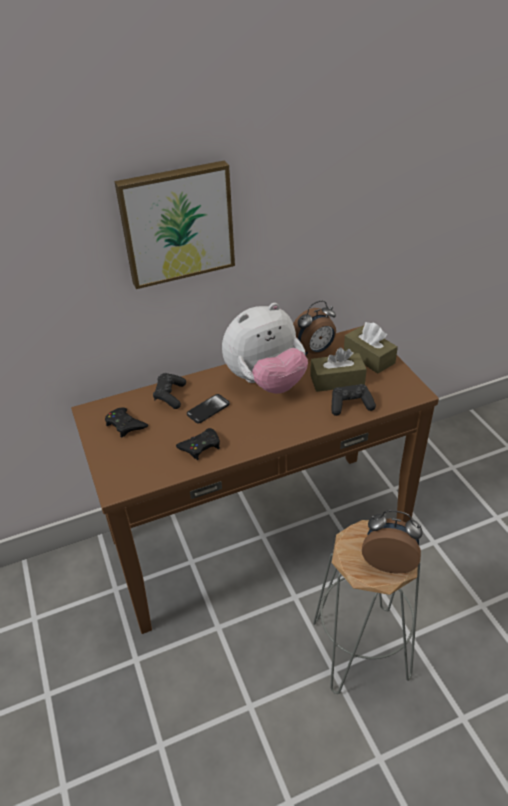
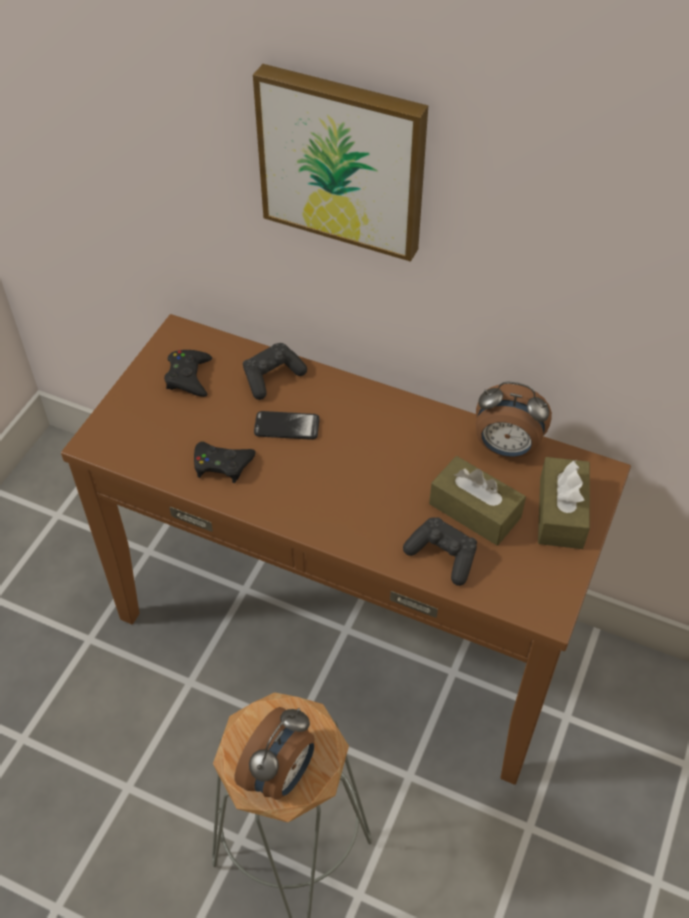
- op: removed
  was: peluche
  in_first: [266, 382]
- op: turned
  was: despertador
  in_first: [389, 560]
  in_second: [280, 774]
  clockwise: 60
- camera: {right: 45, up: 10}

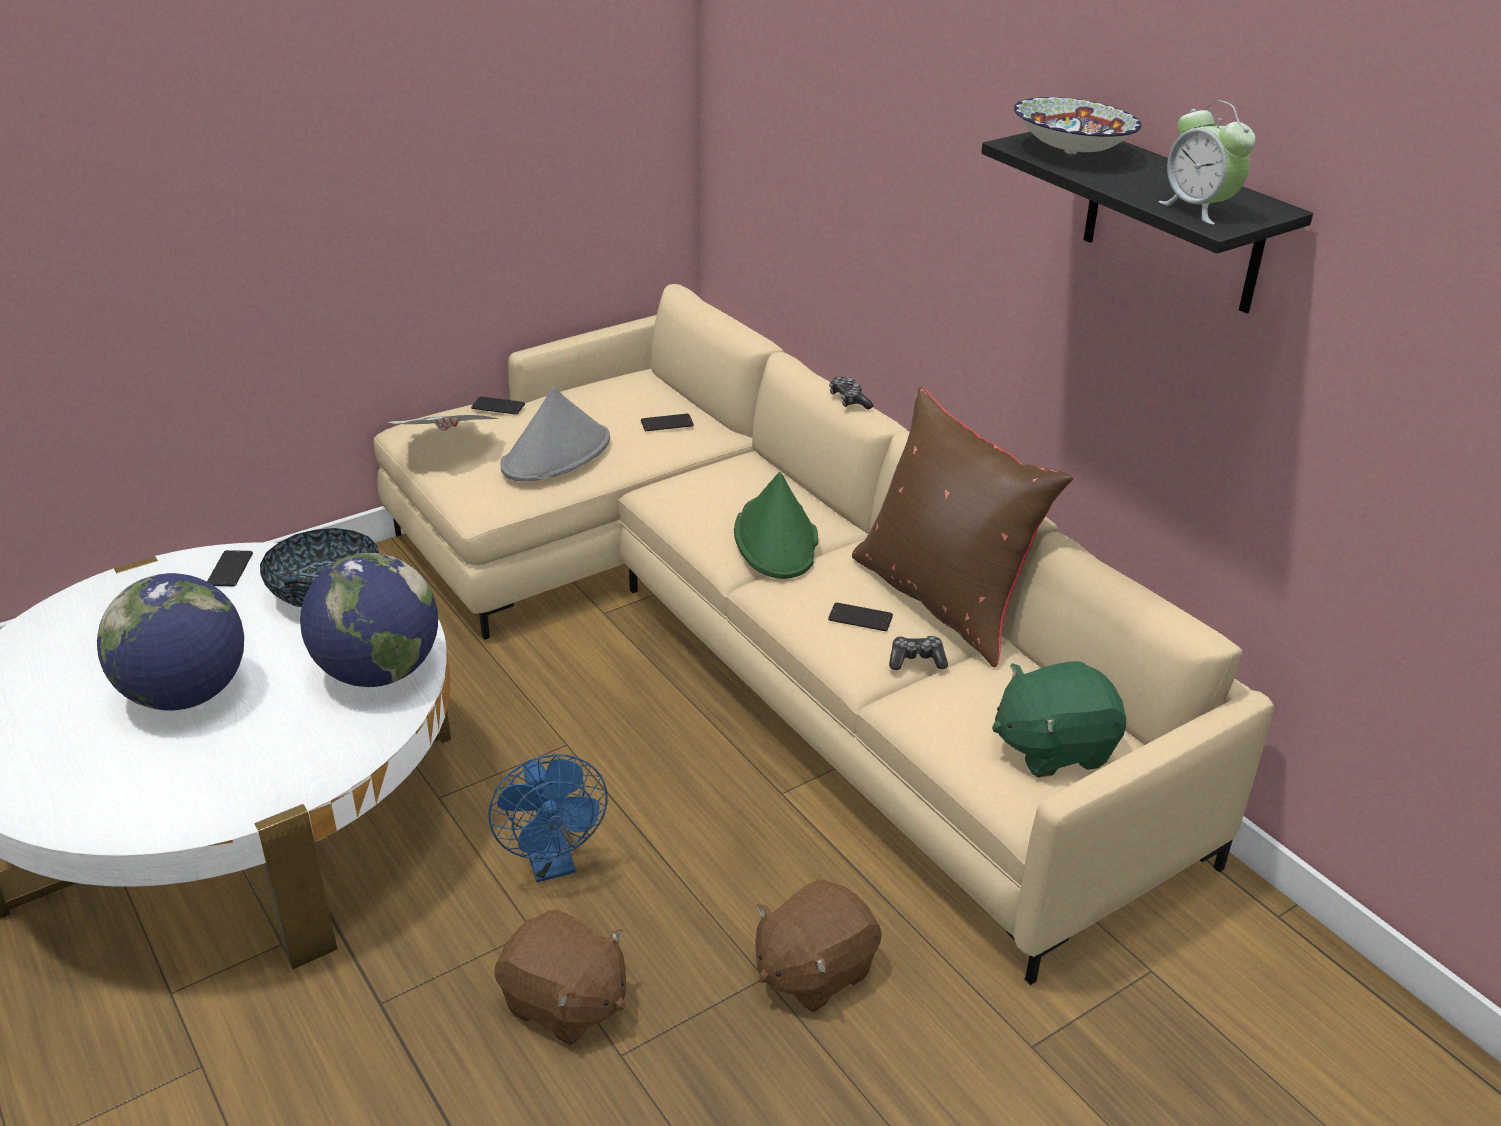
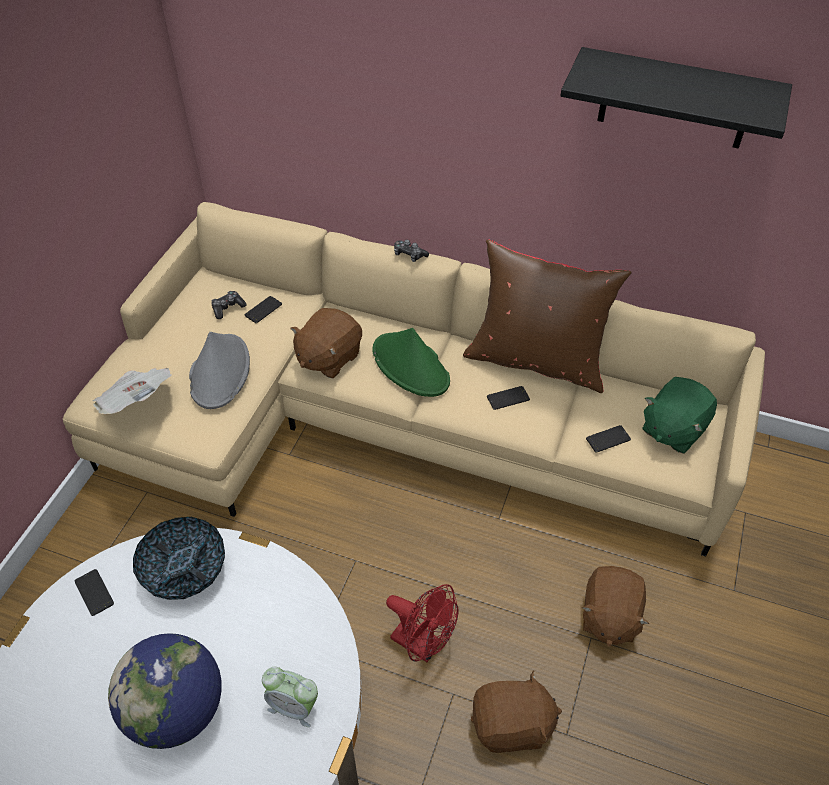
- op: removed
  was: globo terráqueo
  in_first: [378, 672]
- op: moved
  was: móvil
  in_first: [498, 406]
  in_second: [608, 439]
- op: recoloured
  was: ventilador [azul]
  now: ventilador [rojo]
  in_first: [552, 863]
  in_second: [423, 644]
- op: moved
  was: mando de consola
  in_first: [916, 660]
  in_second: [227, 308]
- op: removed
  was: cuenco
  in_first: [1070, 152]
- op: moved
  was: despertador
  in_first: [1198, 209]
  in_second: [294, 706]
- op: added
  now: peluche [marrón]
  in_second: [328, 357]
- camera: {right: -35, up: 15}

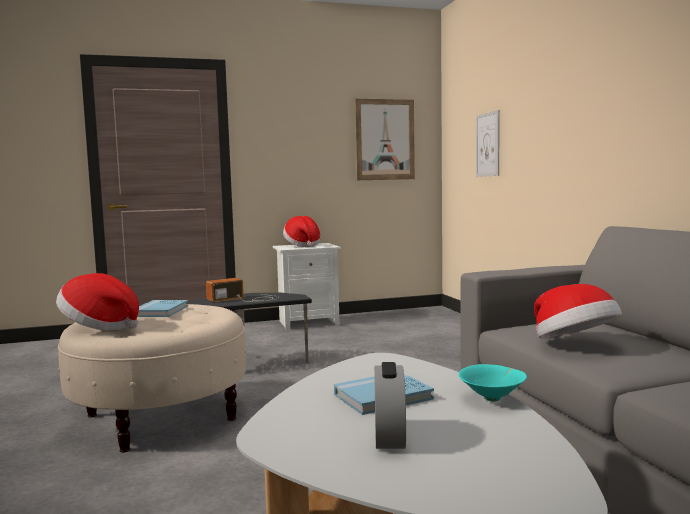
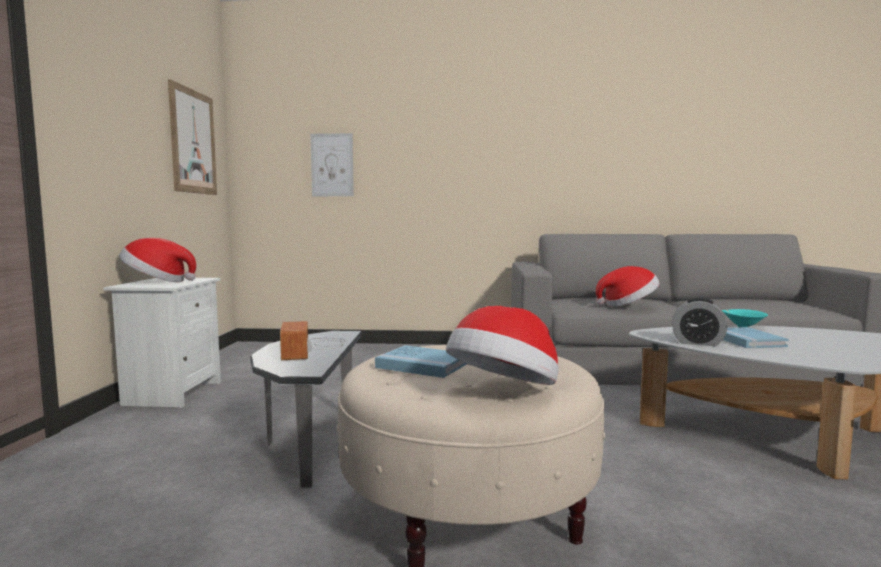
- op: moved
  was: despertador
  in_first: [389, 437]
  in_second: [697, 343]
- camera: {right: -70, up: 0}

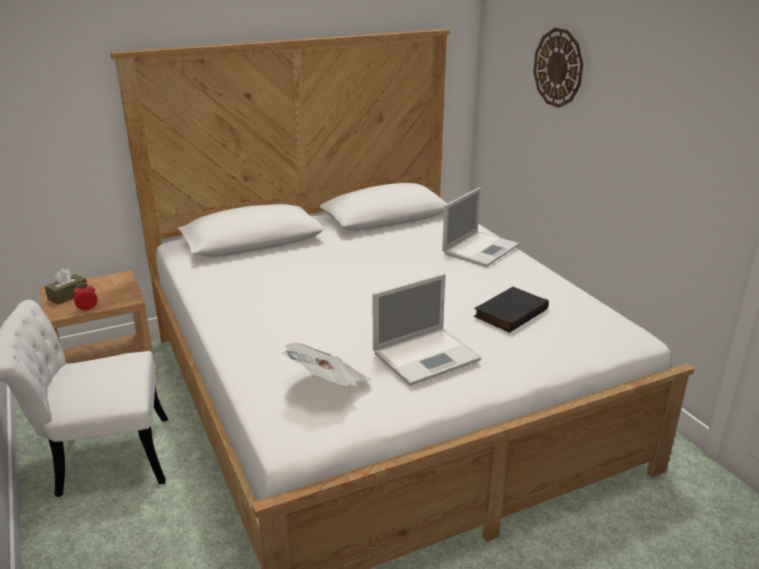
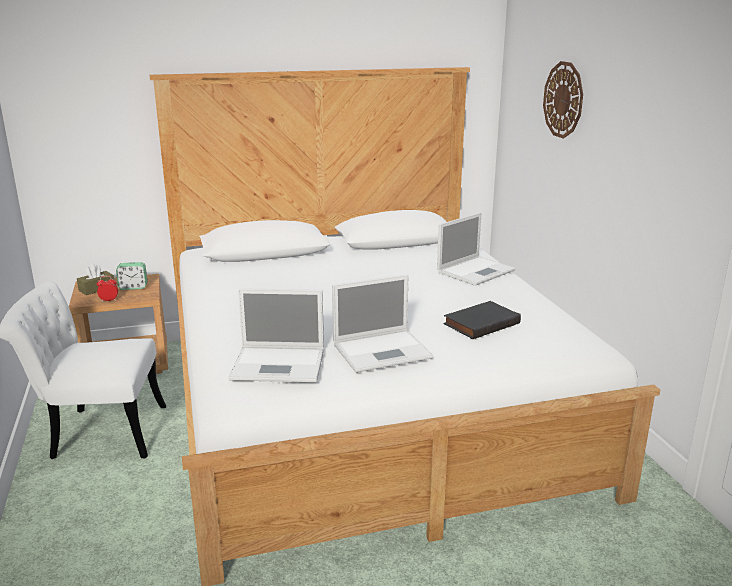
- op: replaced
  was: periódico
  now: portátil
  in_first: [328, 384]
  in_second: [280, 364]
- op: added
  now: despertador
  in_second: [133, 287]
- camera: {right: 10, up: -5}

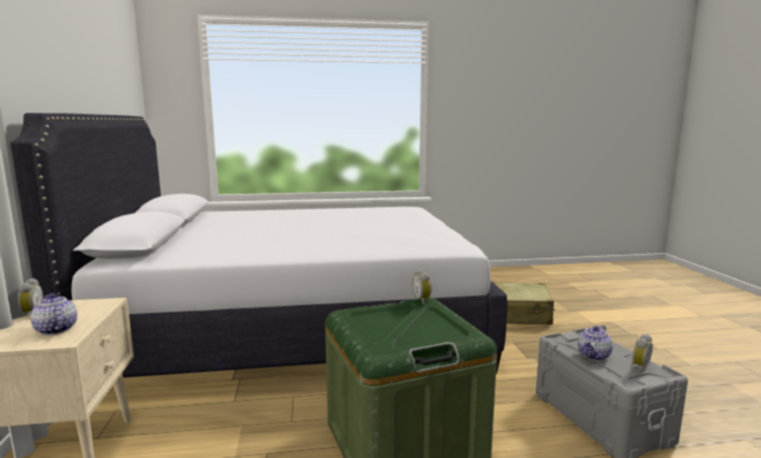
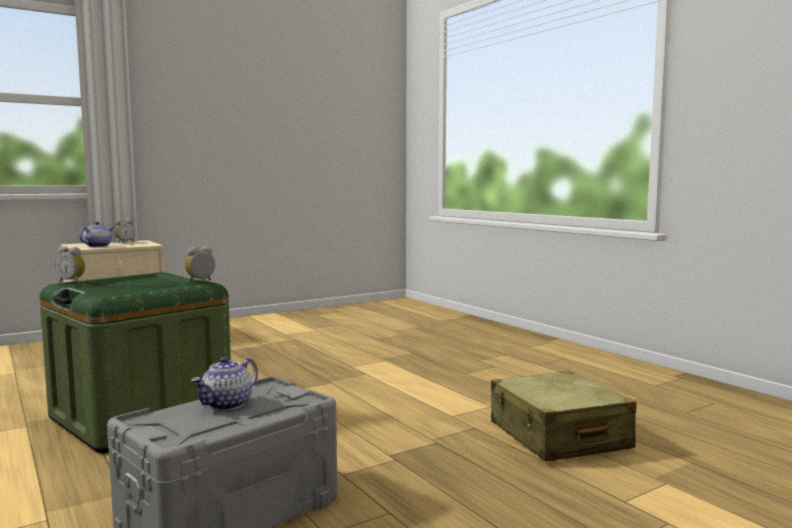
- op: removed
  was: cama [blanco]
  in_first: [296, 328]
- op: turned
  was: tetera
  in_first: [594, 355]
  in_second: [227, 404]
  clockwise: -75
- op: moved
  was: despertador
  in_first: [638, 366]
  in_second: [72, 282]
- camera: {right: 65, up: -5}

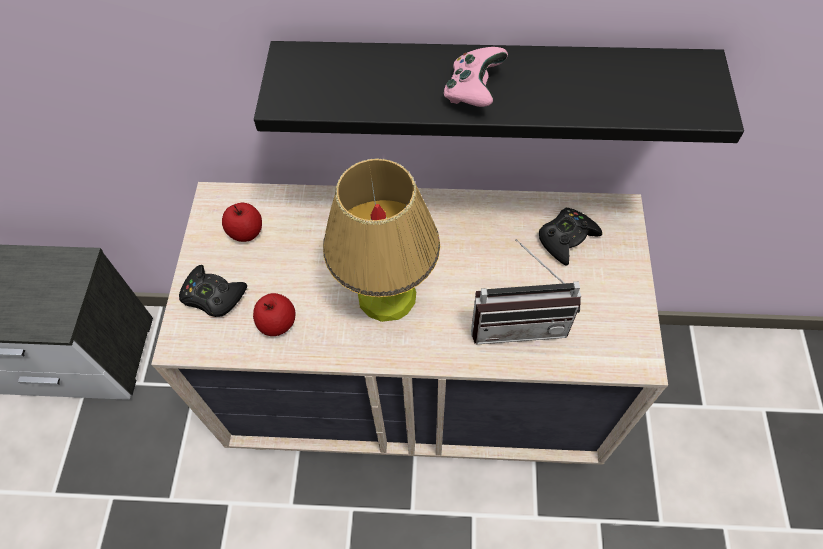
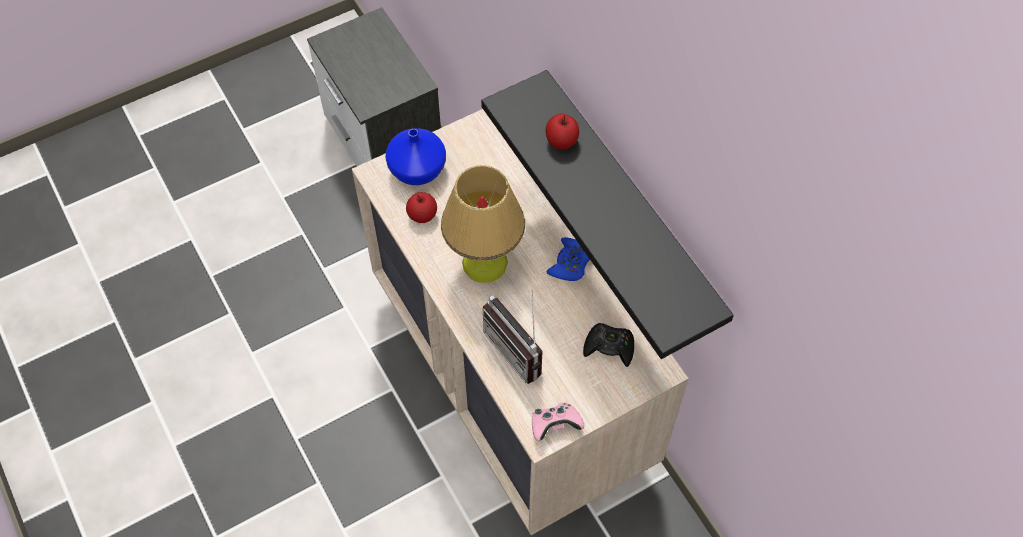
- op: replaced
  was: mando de consola [negro]
  now: florero [azul]
  in_first: [213, 296]
  in_second: [416, 169]
- op: moved
  was: manzana
  in_first: [246, 232]
  in_second: [561, 141]
- op: moved
  was: mando de consola [rosa]
  in_first: [473, 91]
  in_second: [555, 425]
- op: added
  now: mando de consola [azul]
  in_second: [570, 263]
- camera: {right: 55, up: 0}

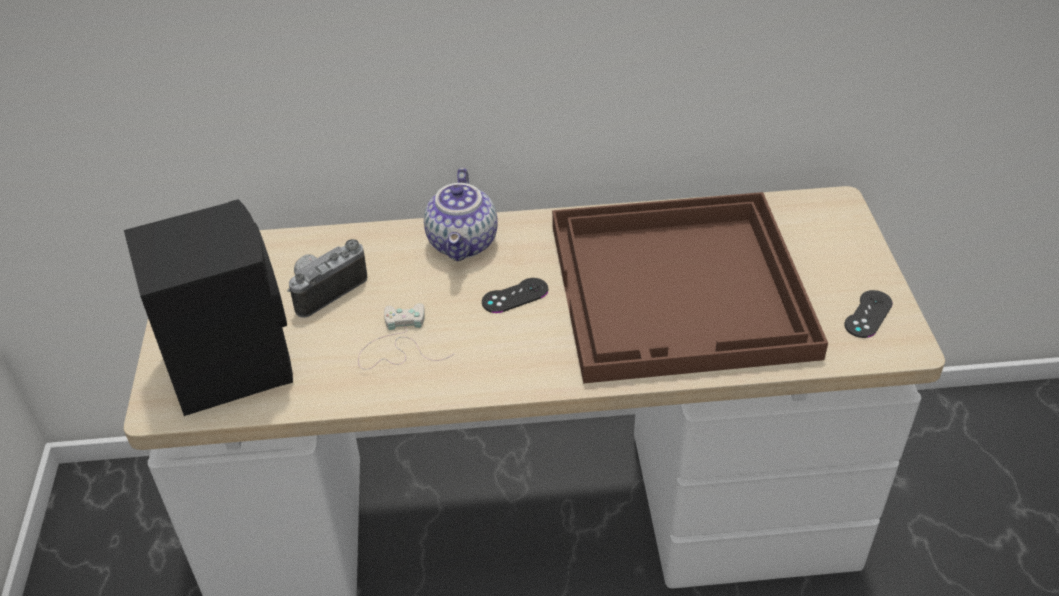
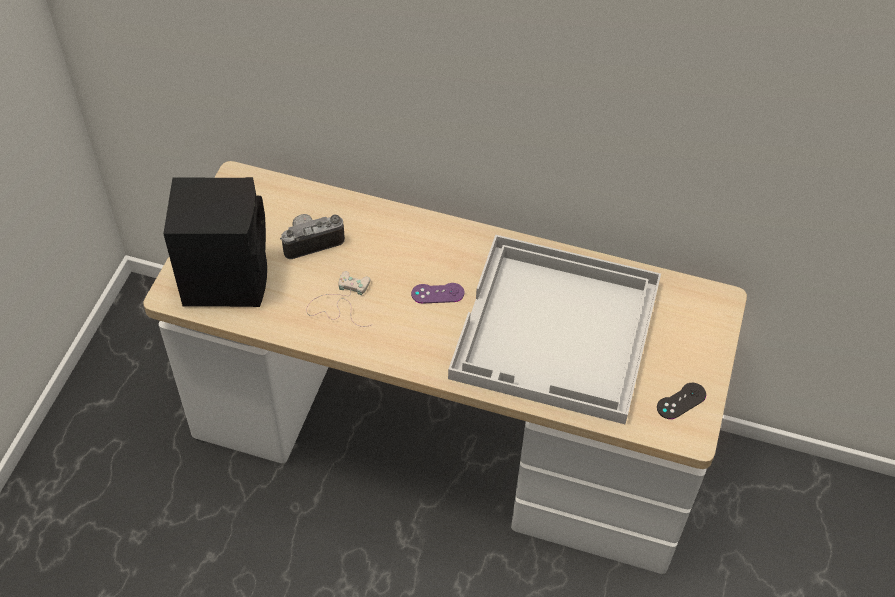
- op: removed
  was: tetera
  in_first: [464, 243]
- op: recoloured
  was: mando de consola [negro]
  now: mando de consola [morado]
  in_first: [515, 296]
  in_second: [437, 293]
- op: recoloured
  was: bandeja [marrón]
  now: bandeja [blanco]
  in_first: [682, 290]
  in_second: [557, 332]
- camera: {right: 20, up: 10}

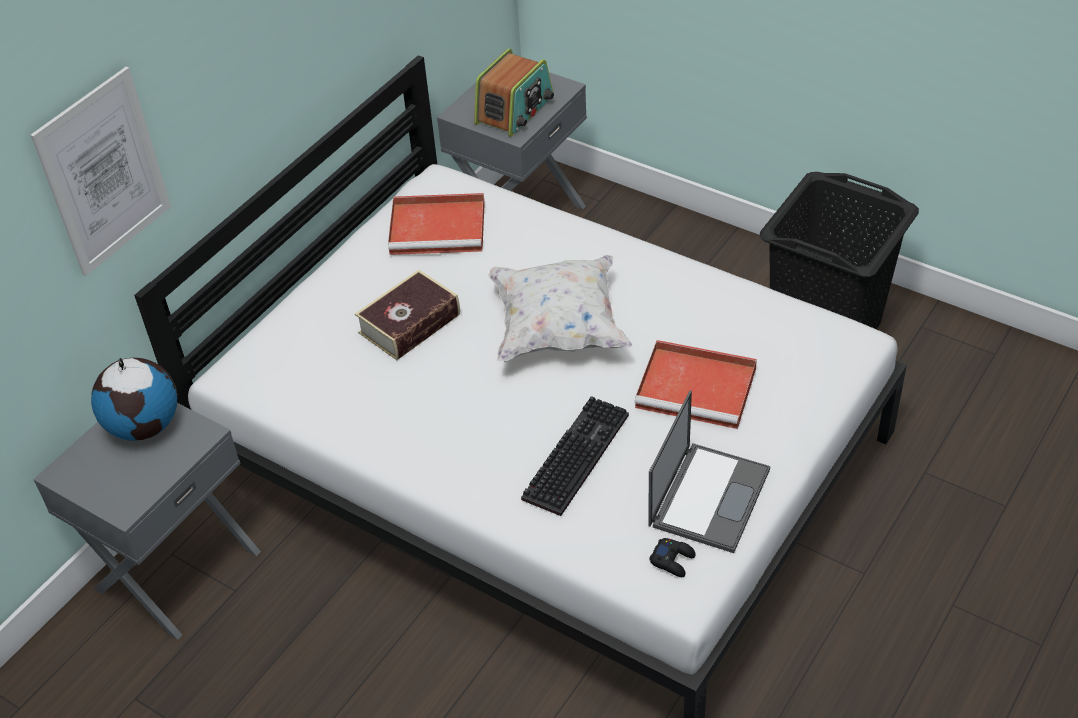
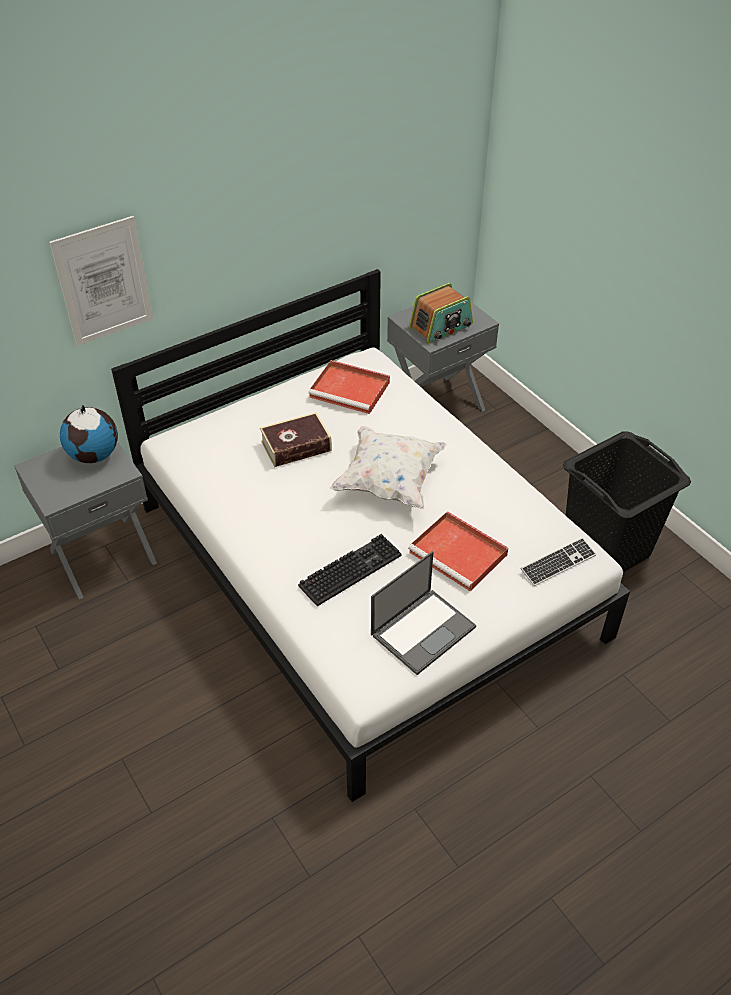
- op: removed
  was: mando de consola [negro]
  in_first: [673, 560]
- op: added
  now: teclado
  in_second: [558, 563]
- camera: {right: 20, up: 0}

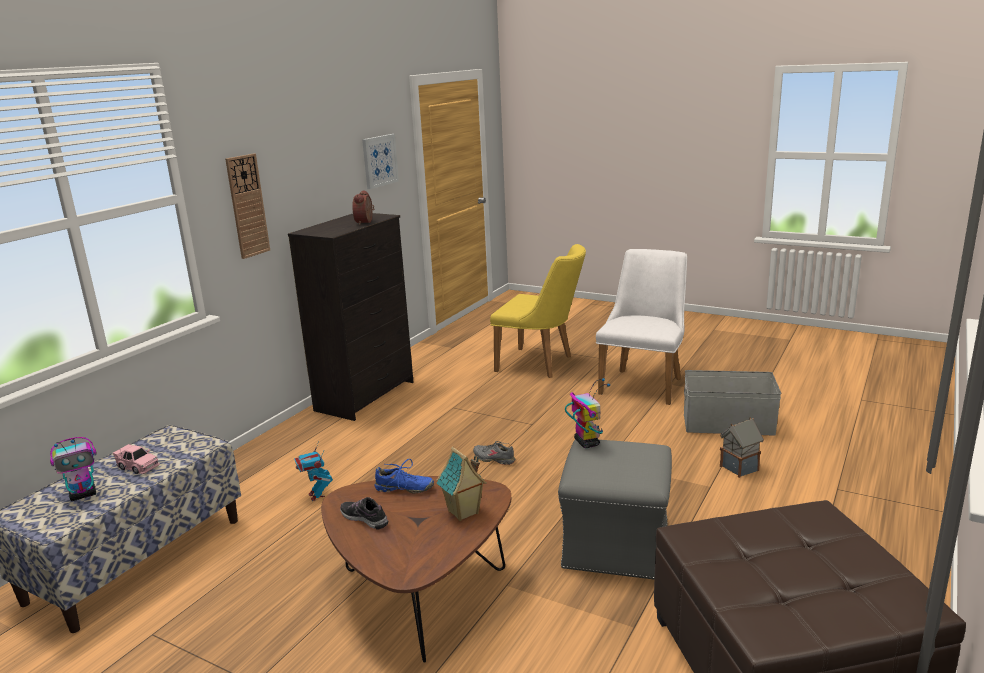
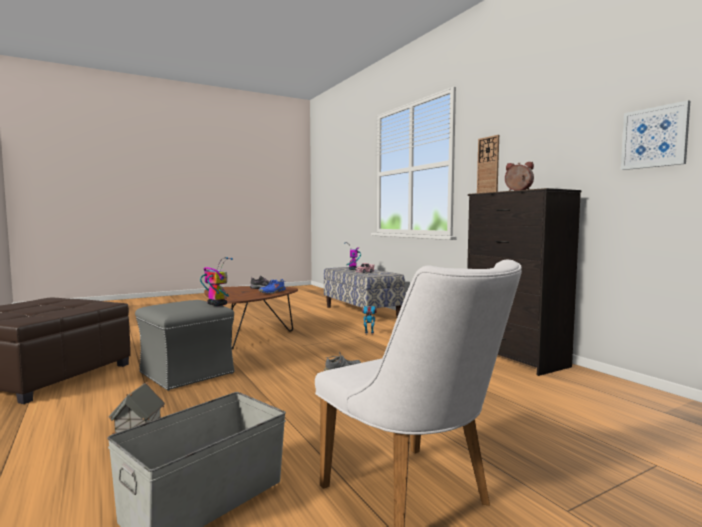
- op: removed
  was: casita
  in_first: [463, 513]
- op: removed
  was: silla [amarillo]
  in_first: [541, 364]
- op: turned
  was: robot de juguete
  in_first: [586, 442]
  in_second: [217, 304]
  clockwise: -150
- camera: {right: 120, up: -15}

